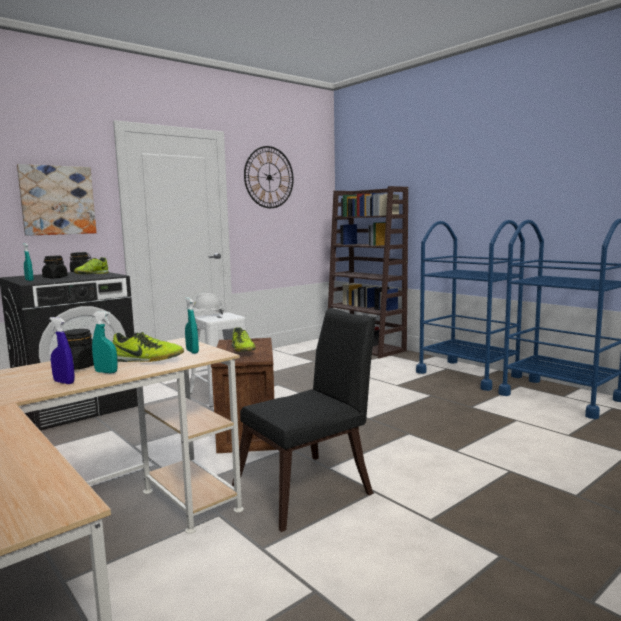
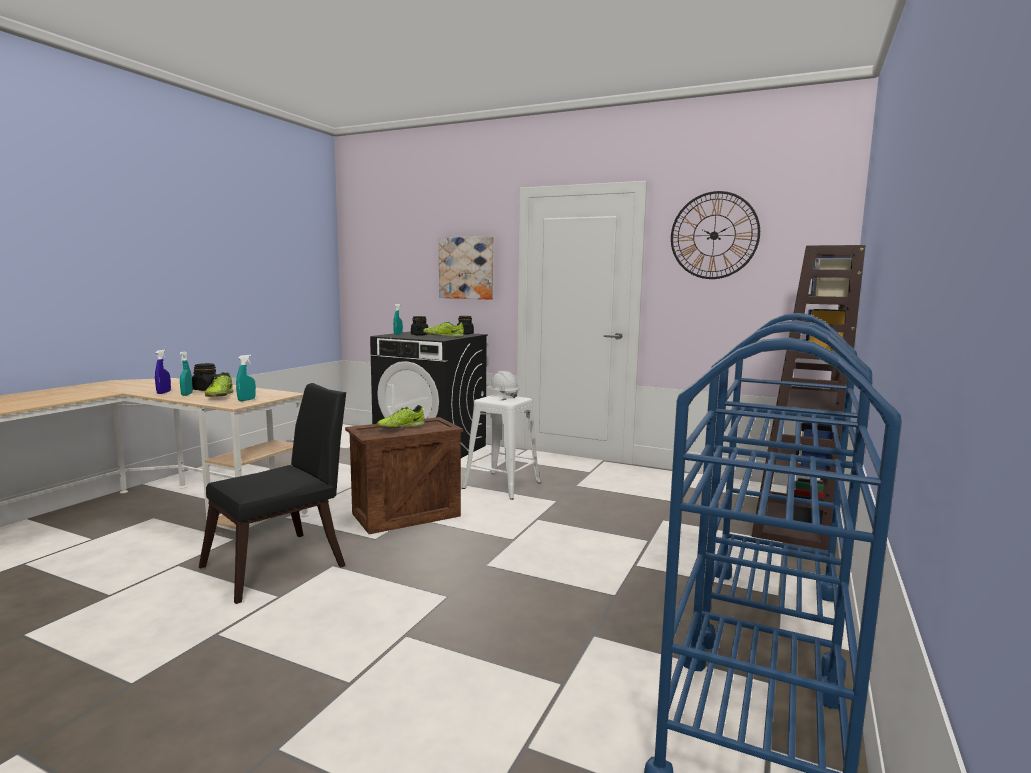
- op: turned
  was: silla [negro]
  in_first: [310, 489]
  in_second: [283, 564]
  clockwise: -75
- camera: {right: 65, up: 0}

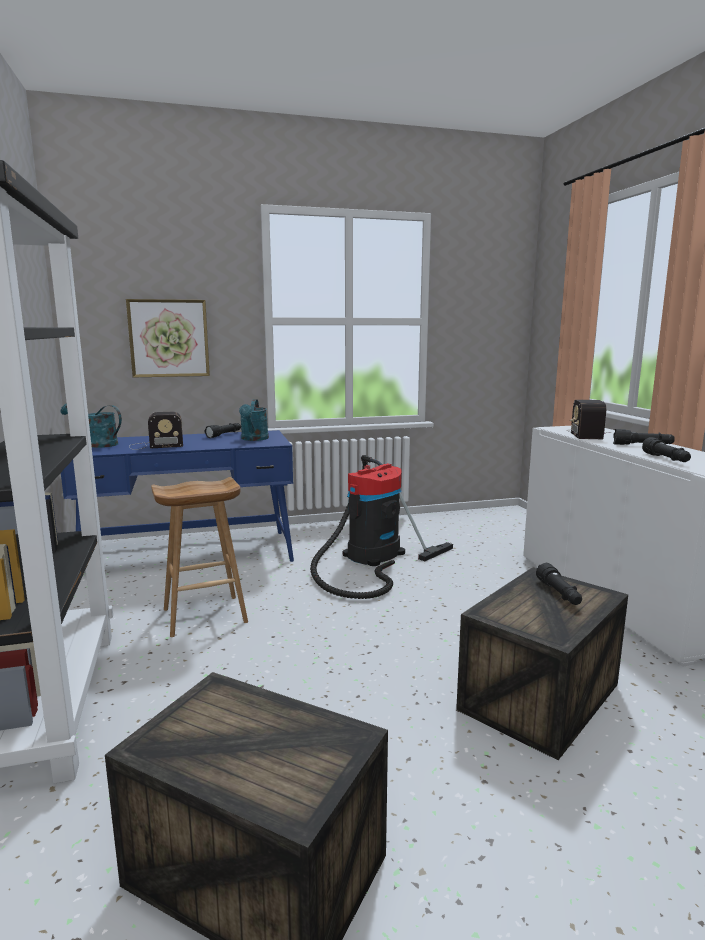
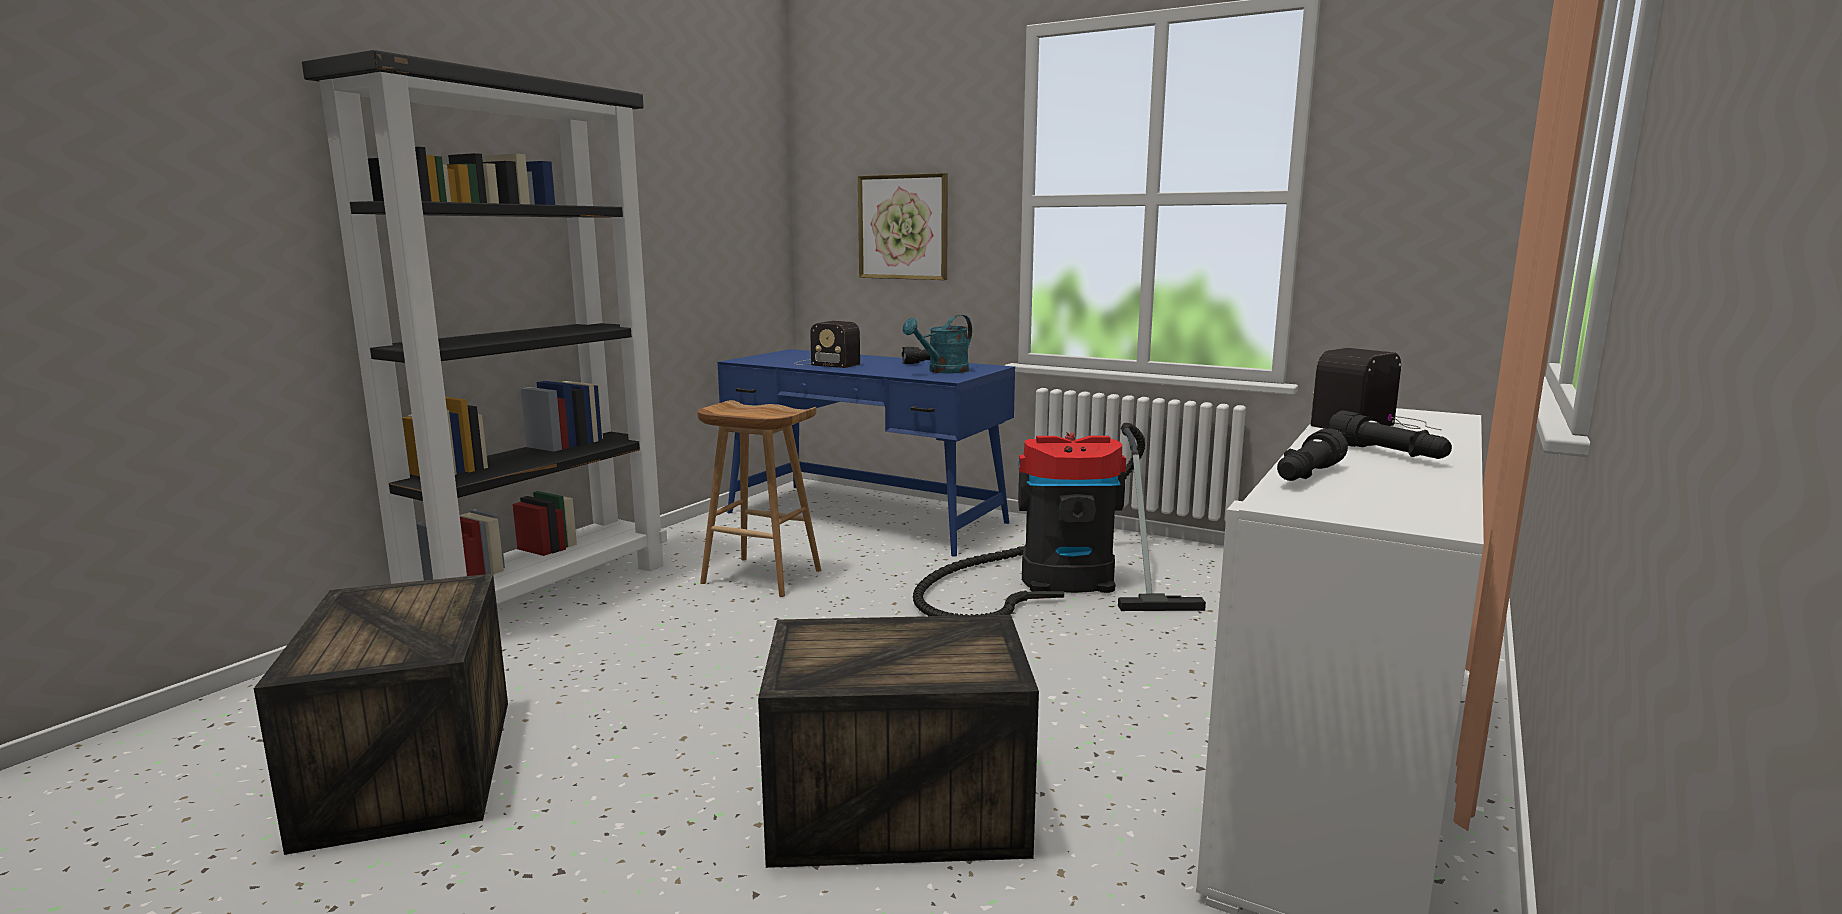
- op: removed
  was: regadera [turquesa]
  in_first: [96, 444]
- op: removed
  was: linterna [negro]
  in_first: [559, 594]
- camera: {right: 45, up: 0}

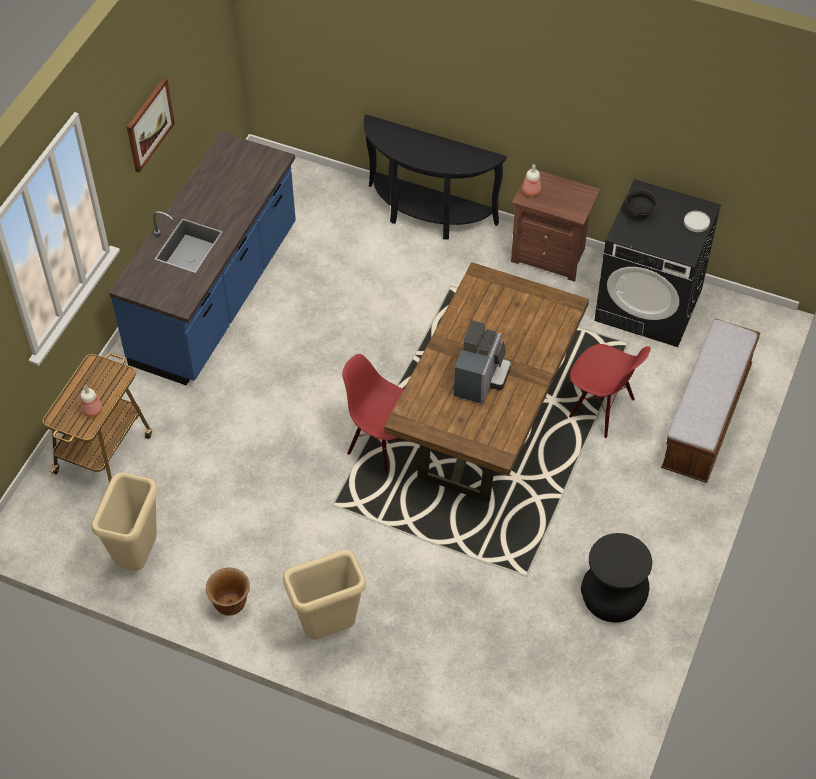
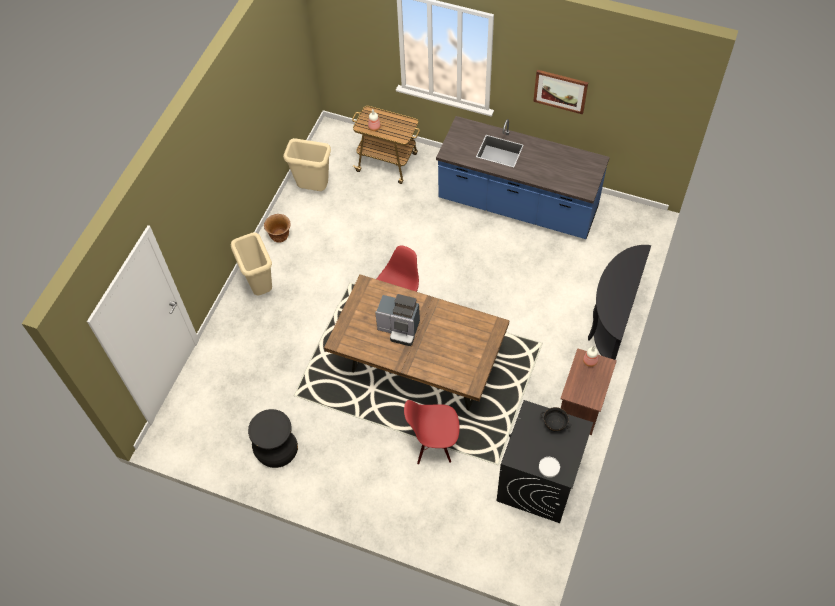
- op: turned
  was: silla [rojo]
  in_first: [601, 409]
  in_second: [434, 444]
  clockwise: 60
- op: removed
  was: banco
  in_first: [706, 418]
- camera: {right: 90, up: 5}

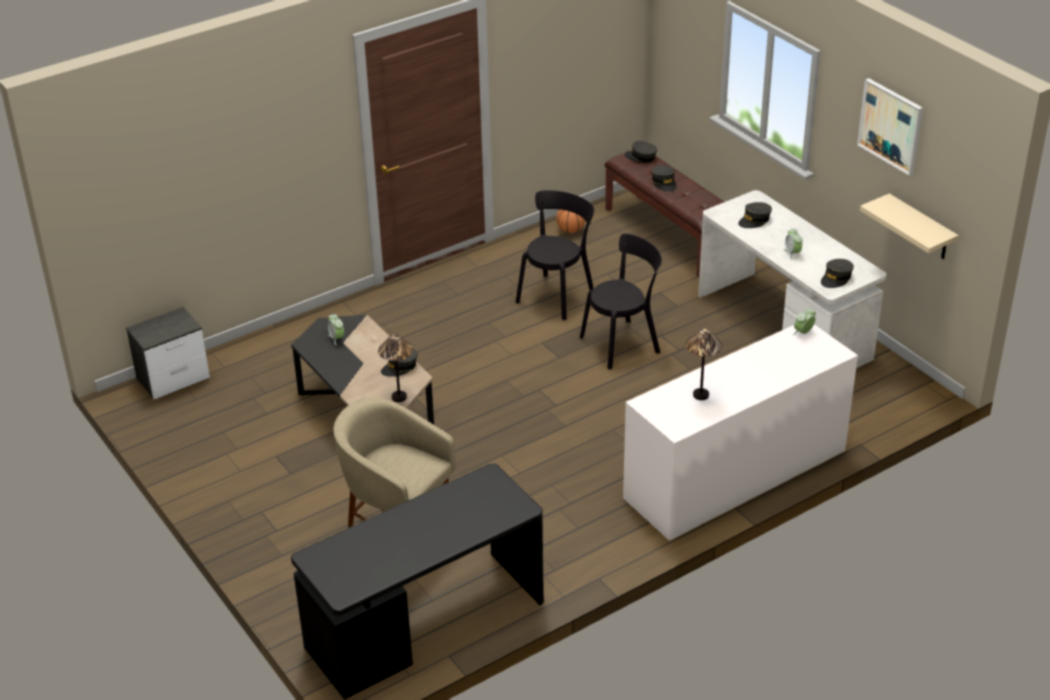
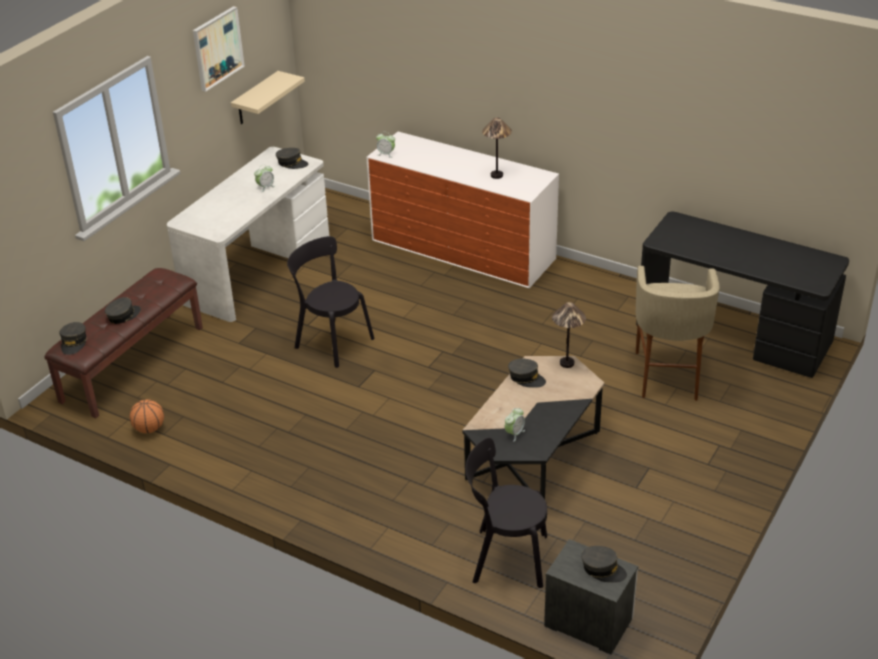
- op: moved
  was: silla [negro]
  in_first: [557, 295]
  in_second: [505, 558]
- op: moved
  was: gorra [gris]
  in_first: [754, 220]
  in_second: [603, 569]
- camera: {right: -115, up: 0}

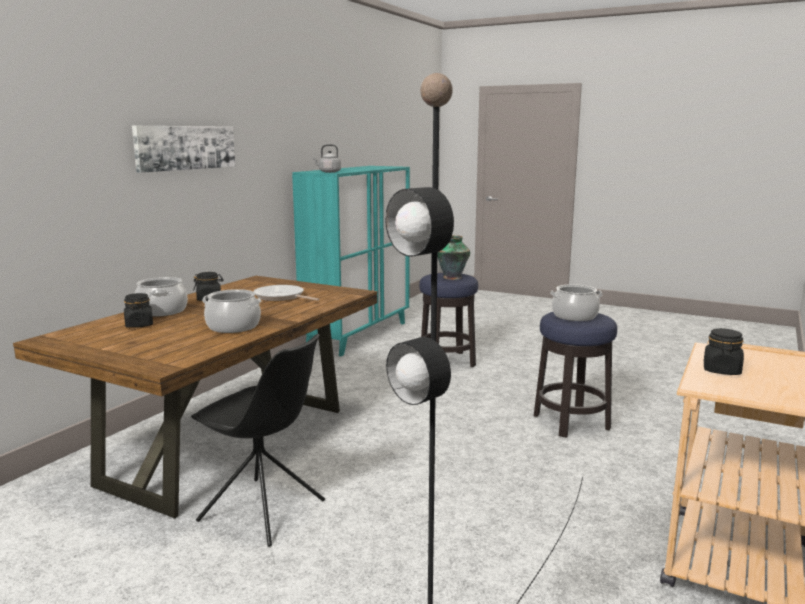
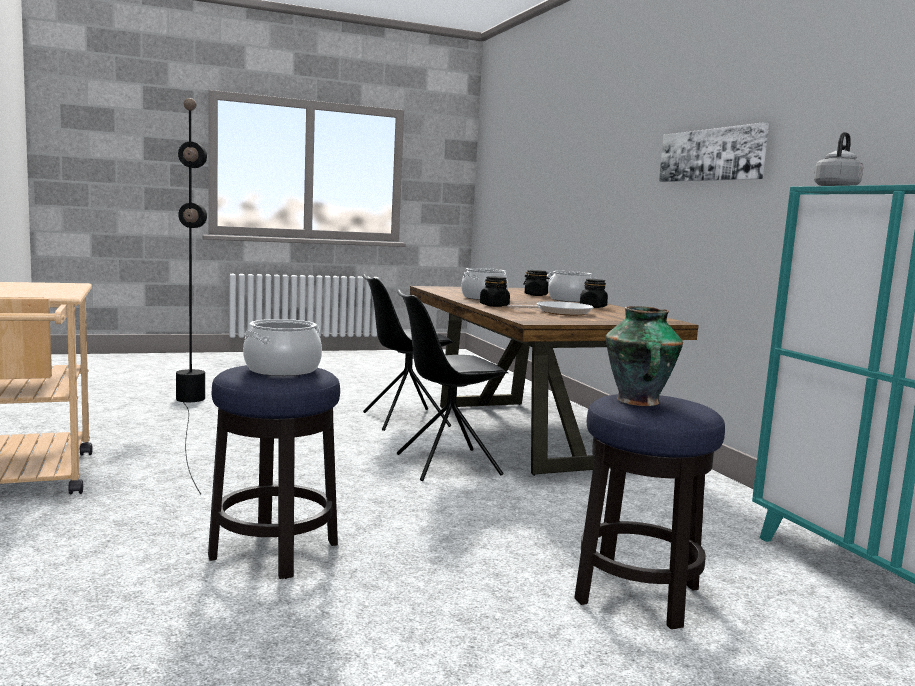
- op: moved
  was: tarro [negro]
  in_first: [721, 370]
  in_second: [494, 305]
- op: added
  now: silla [negro]
  in_second: [445, 464]
- camera: {right: 130, up: -5}

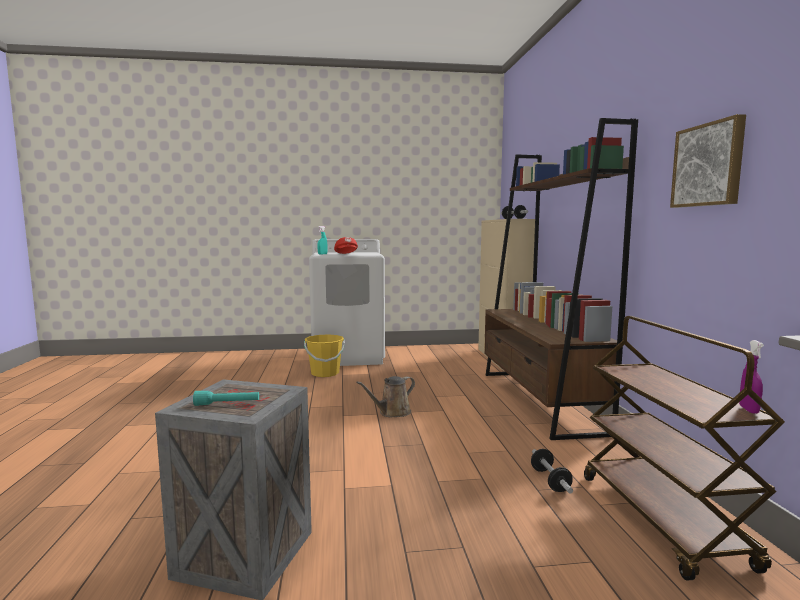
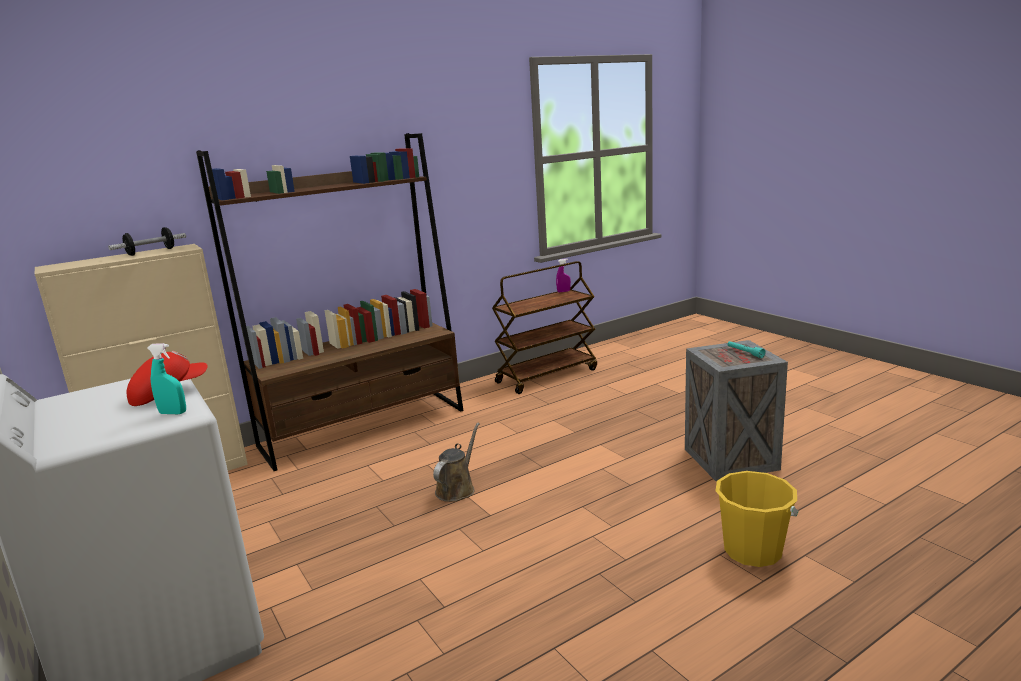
- op: moved
  was: cubo [amarillo]
  in_first: [325, 373]
  in_second: [752, 551]
- op: turned
  was: regadera [marrón]
  in_first: [392, 412]
  in_second: [457, 489]
  clockwise: -90
- op: removed
  was: mancuerna
  in_first: [550, 480]
- op: removed
  was: cuadro
  in_first: [709, 165]
- camera: {right: -115, up: 10}

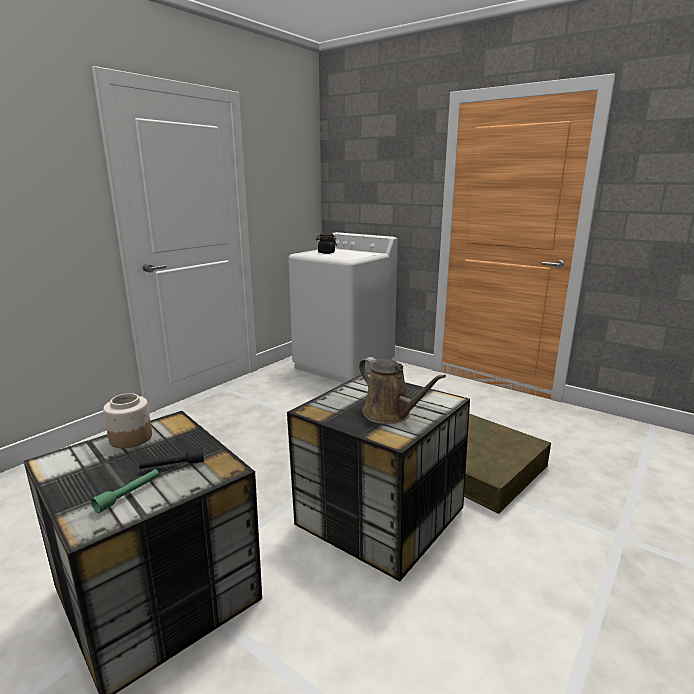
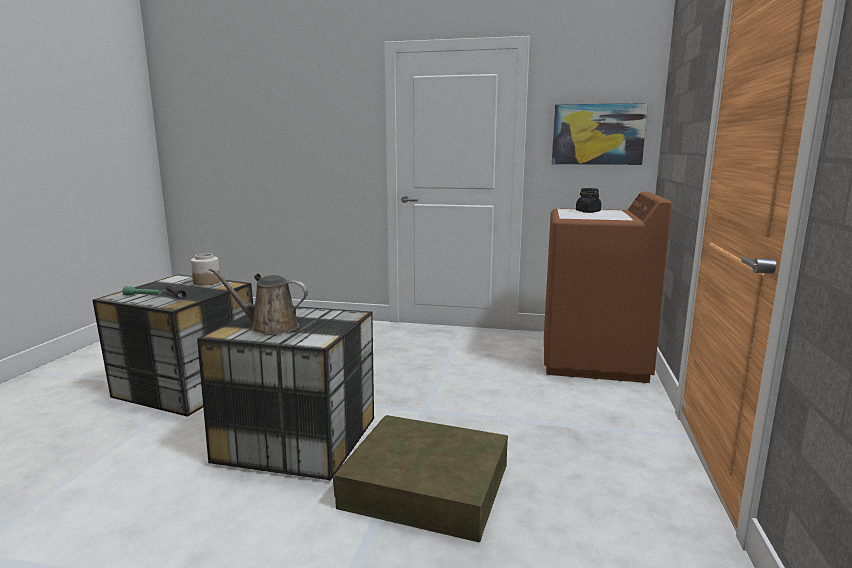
- op: recoloured
  was: lavadora [blanco]
  now: lavadora [marrón]
  in_first: [344, 365]
  in_second: [593, 360]
- op: turned
  was: regadera [marrón]
  in_first: [390, 414]
  in_second: [270, 327]
  clockwise: 75
- op: added
  now: cuadro
  in_second: [597, 134]
- camera: {right: 65, up: -5}

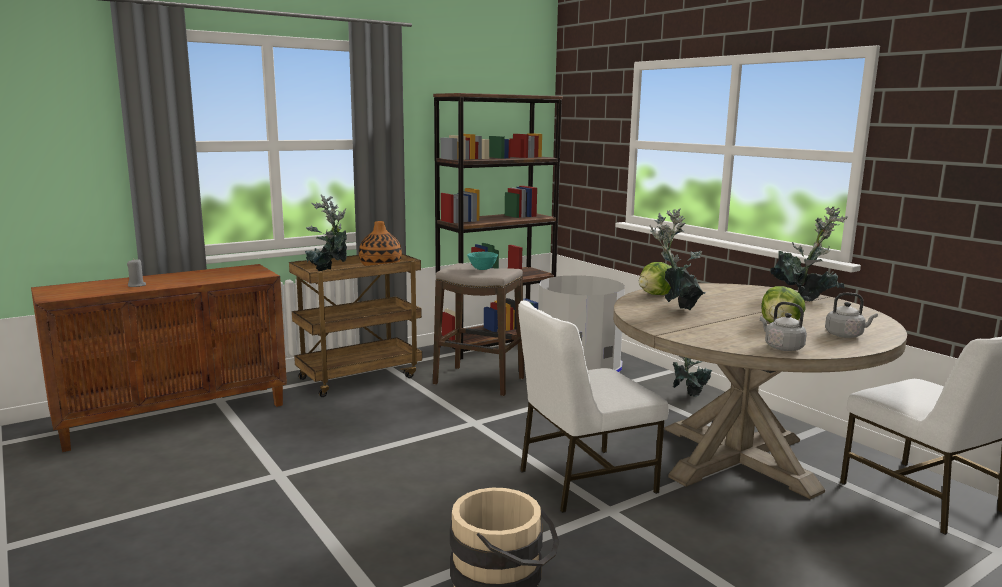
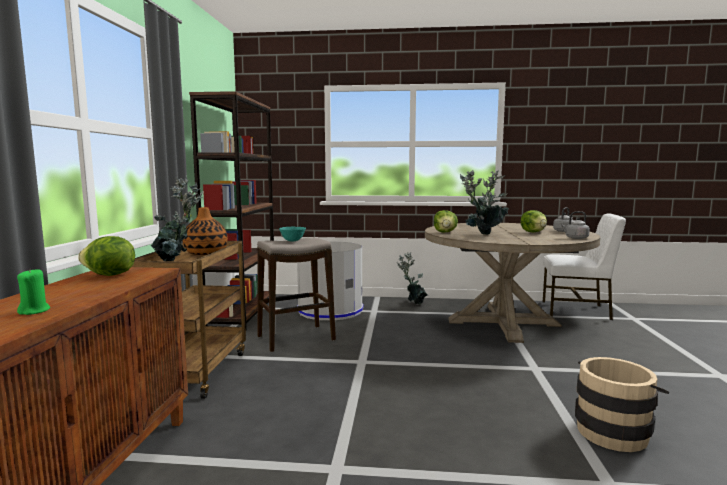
- op: recoloured
  was: vela [gris]
  now: vela [verde]
  in_first: [137, 285]
  in_second: [34, 311]
- op: removed
  was: silla [blanco]
  in_first: [584, 480]
- op: added
  now: lechuga
  in_second: [109, 275]
- camera: {right: -50, up: -5}

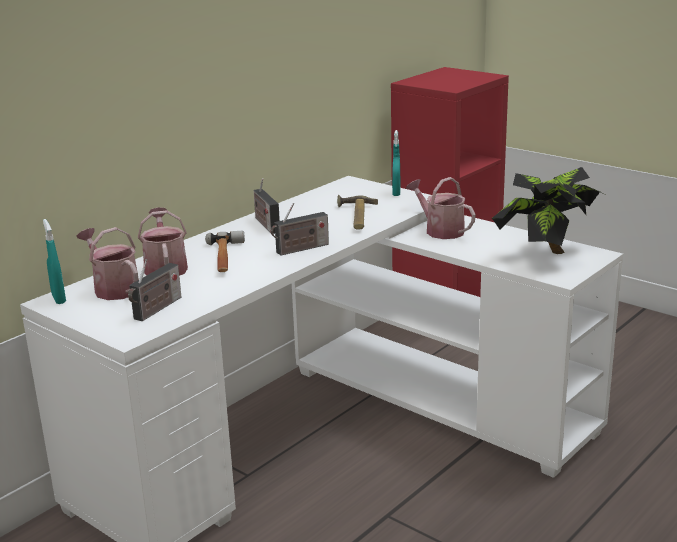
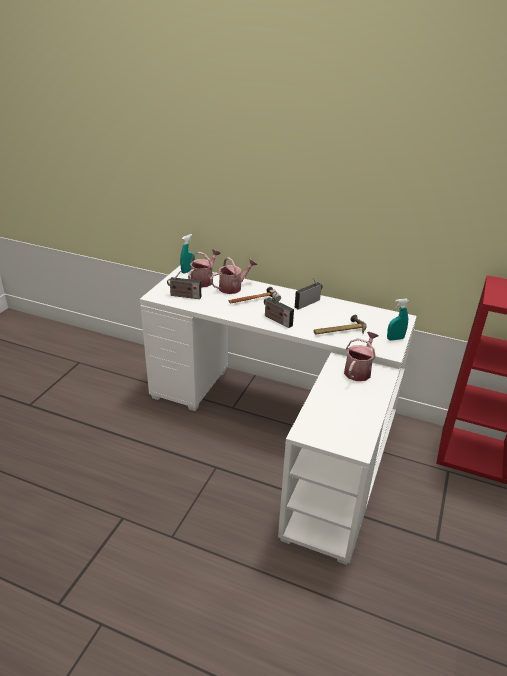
- op: removed
  was: planta en maceta
  in_first: [547, 255]
- camera: {right: 70, up: 10}

